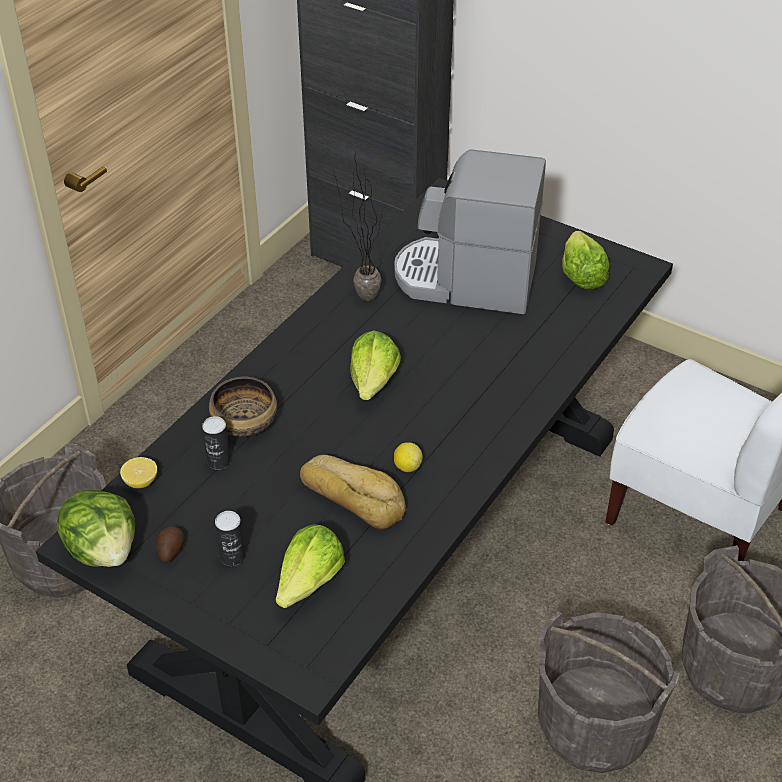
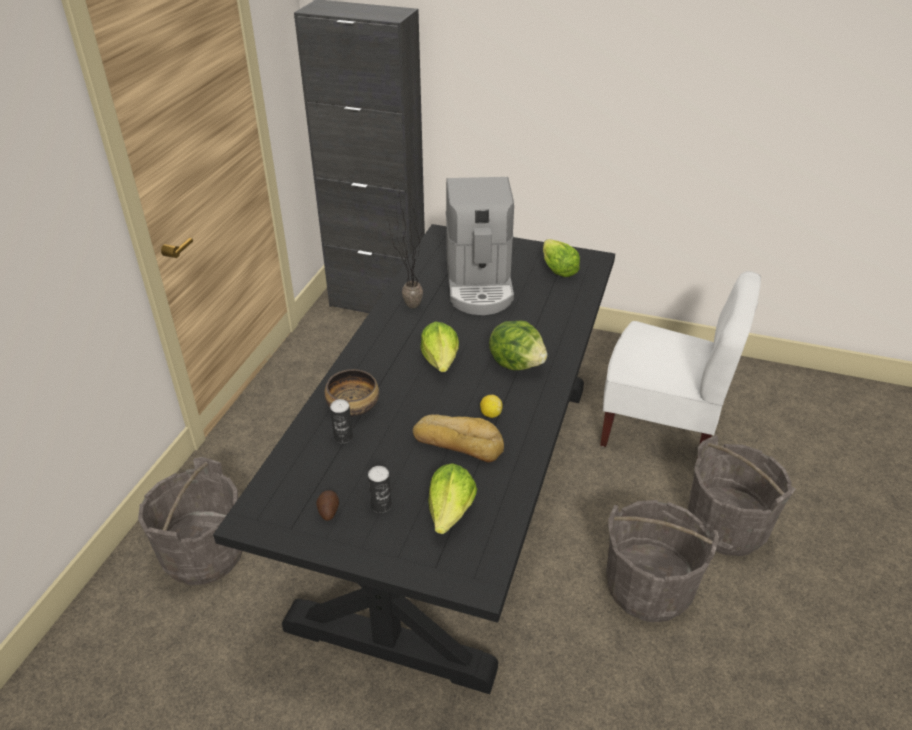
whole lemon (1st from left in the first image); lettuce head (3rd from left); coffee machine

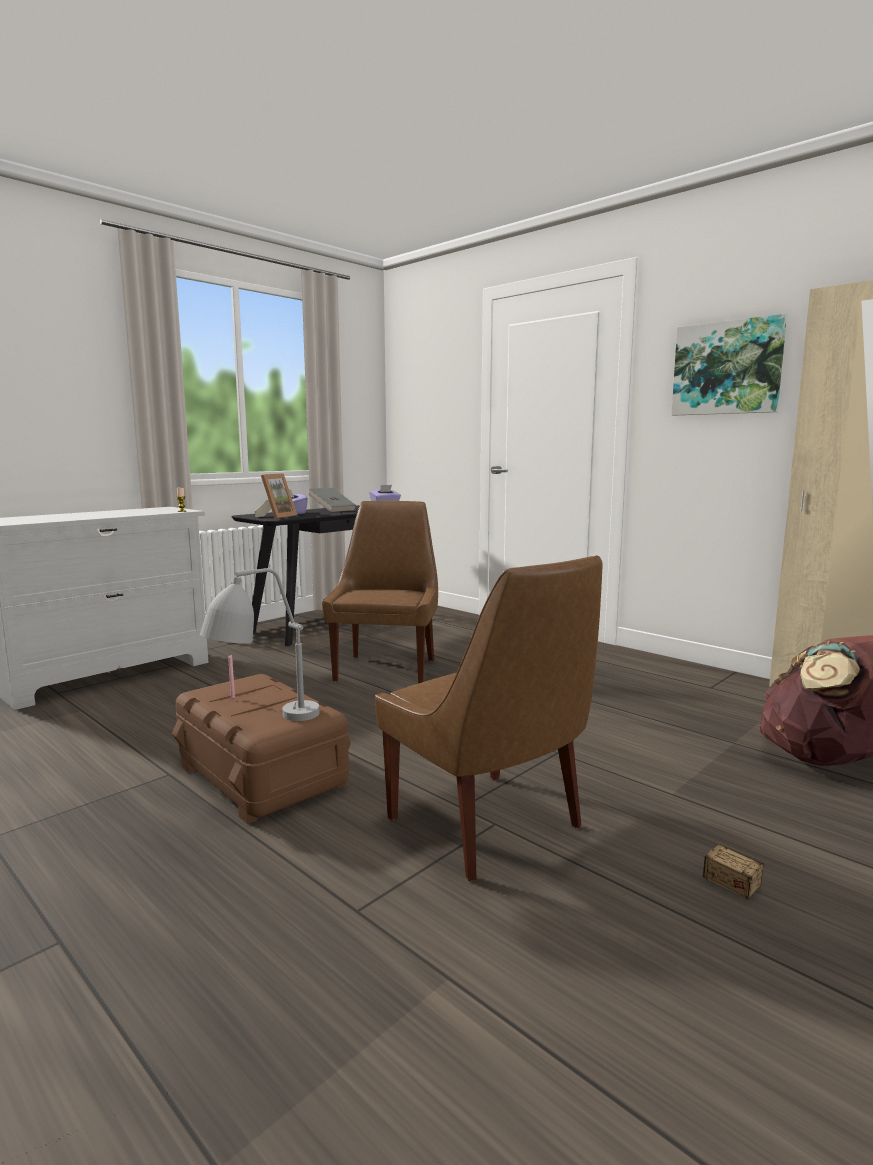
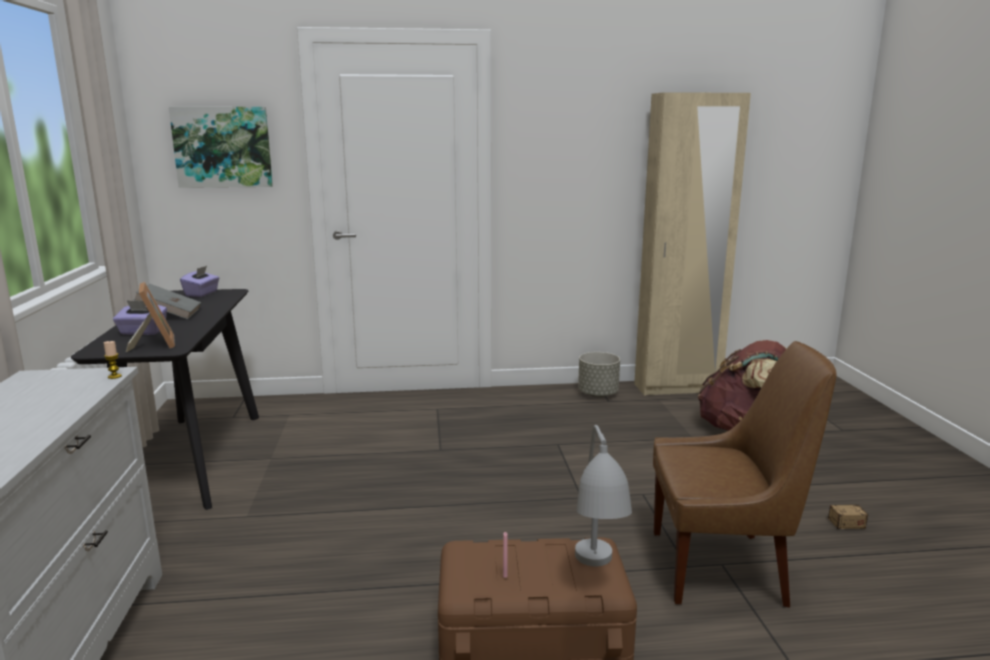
brown upright chair (1st from left in the first image); gray planter; picture

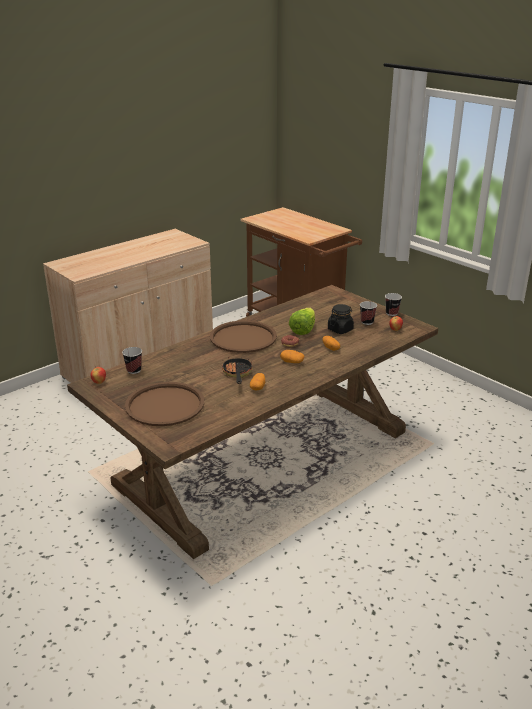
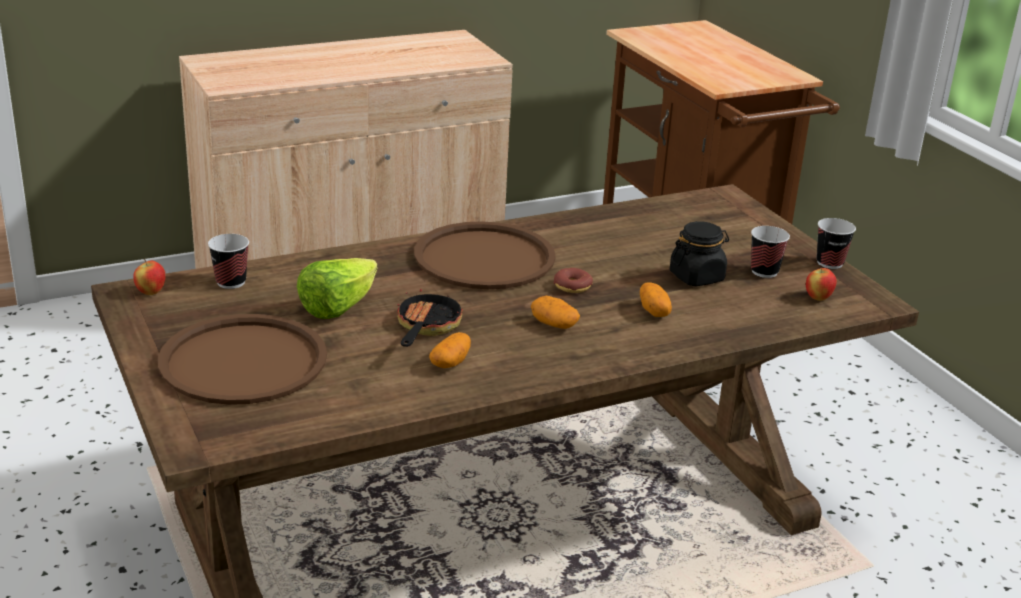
lettuce head

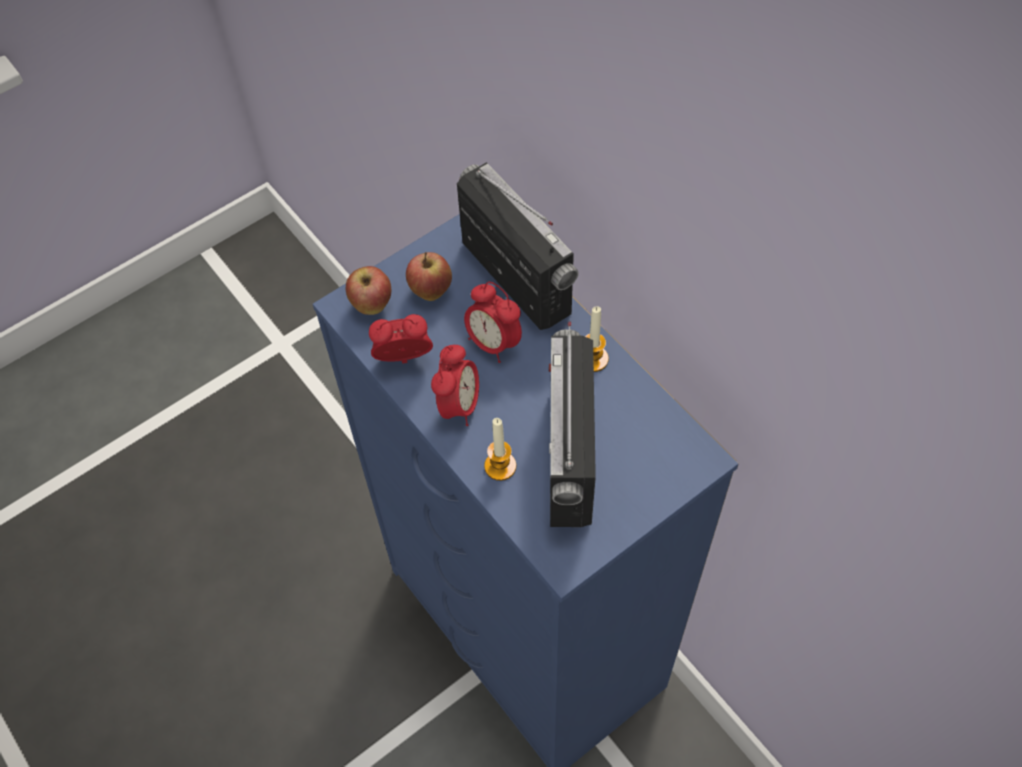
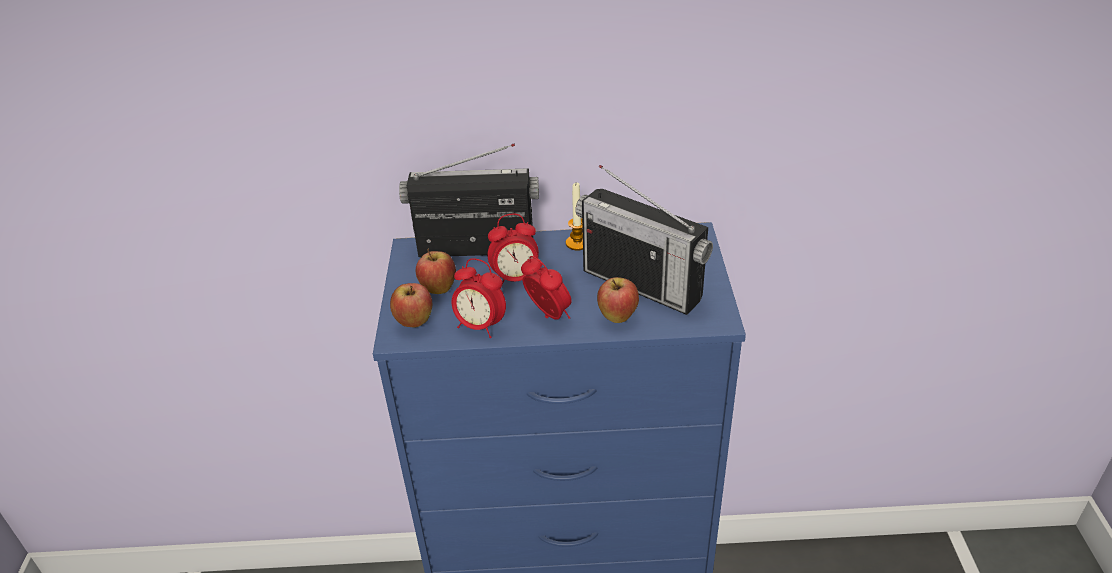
whole apple (3rd from left); bedside clock (1st from left)

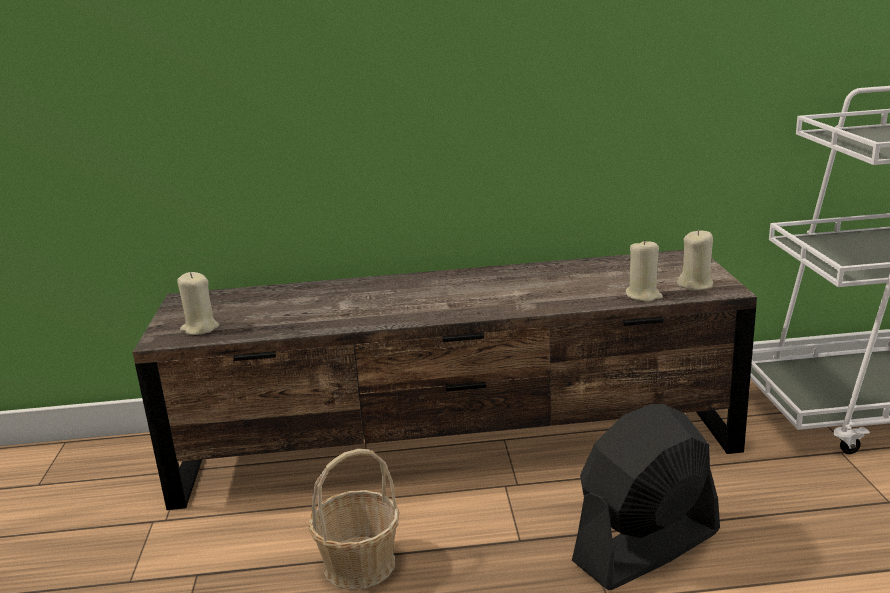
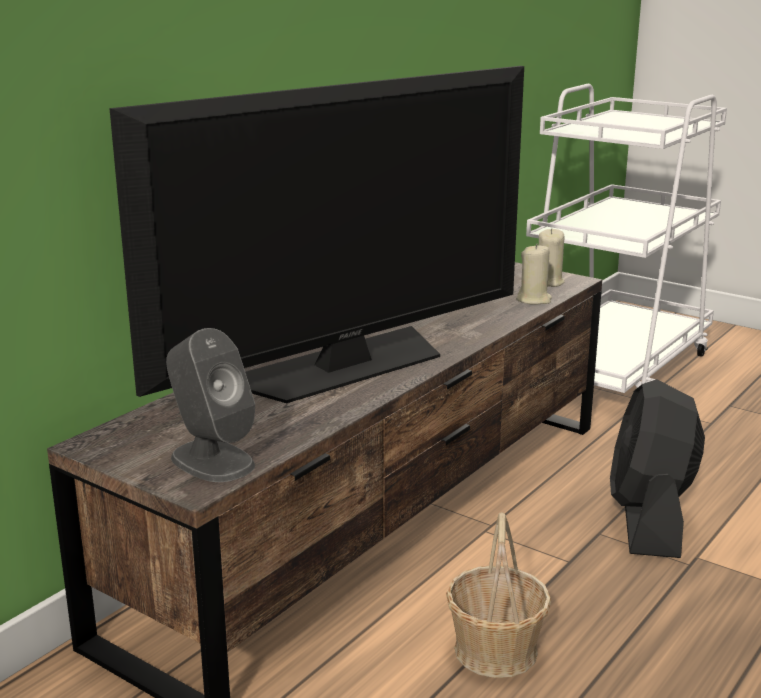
TV set; gray loudspeaker

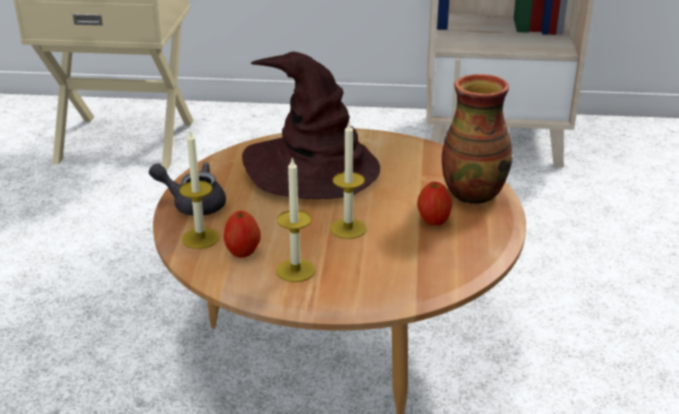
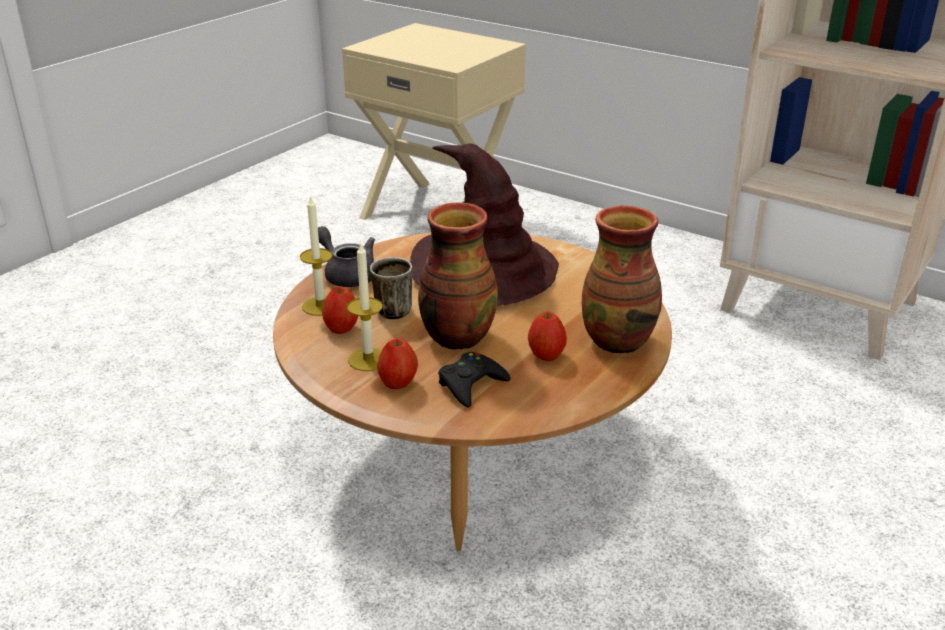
mug; whole apple (2nd from left); black gamepad; decorative vase (1st from left)

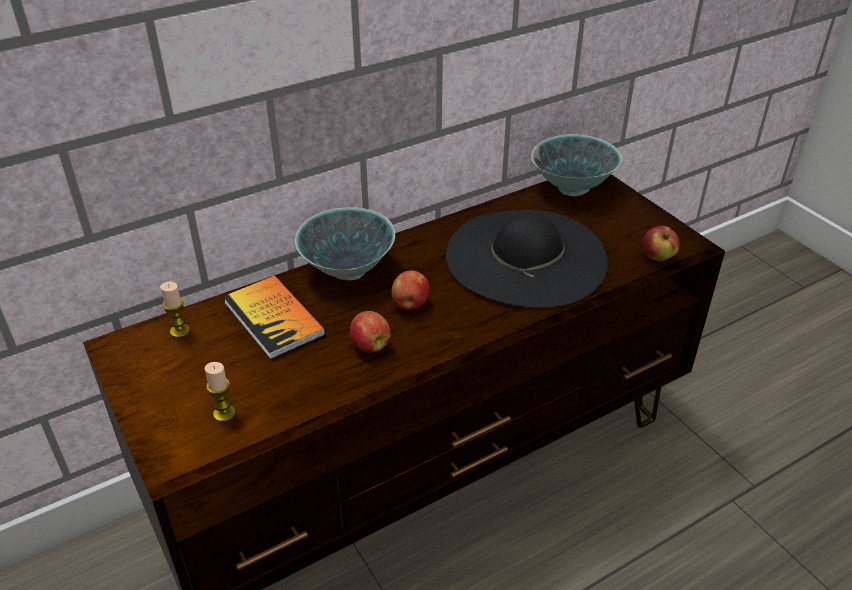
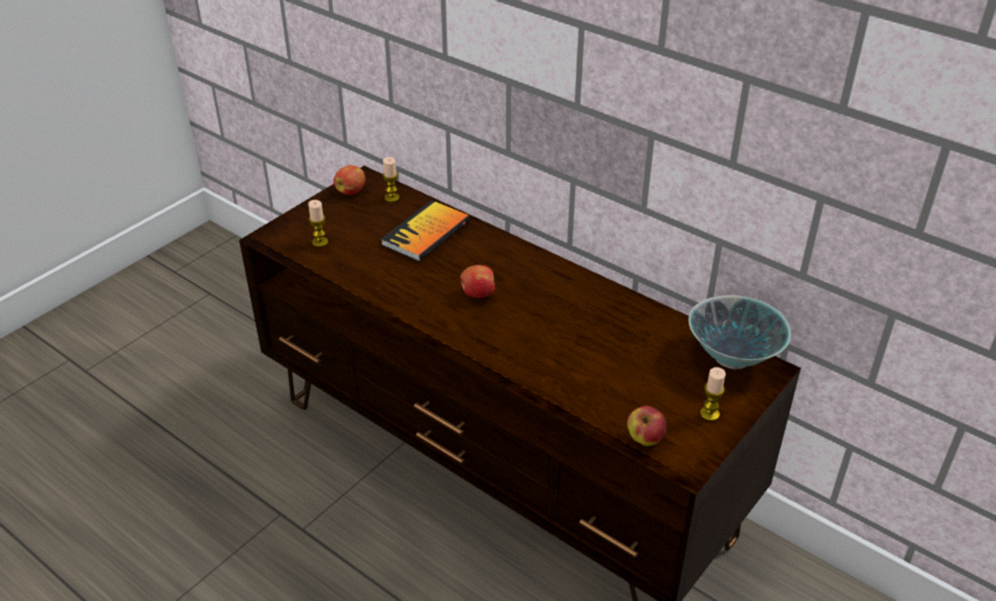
bowl (1st from left in the first image); black hat; wax candle (3rd from left); whole apple (1st from left)

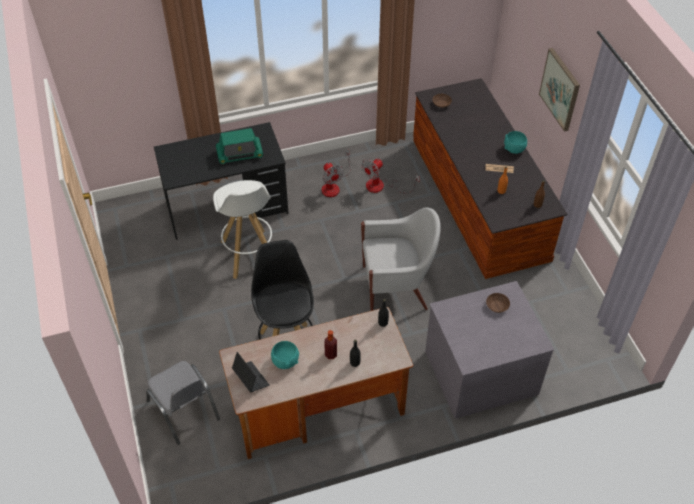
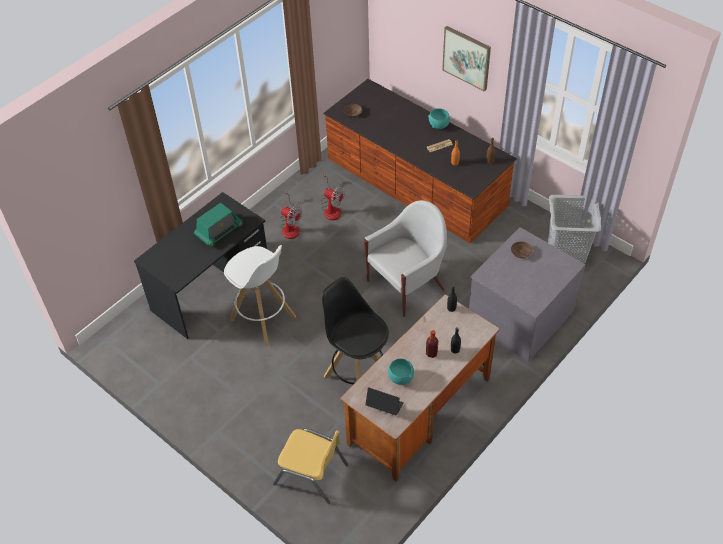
gray laundry basket; yellow upright chair; electric fan (2nd from left)

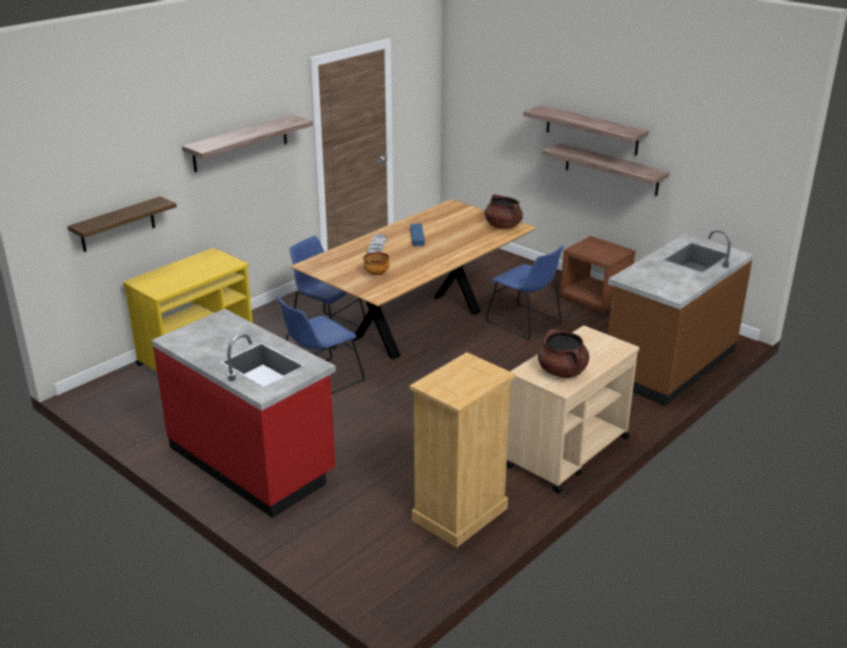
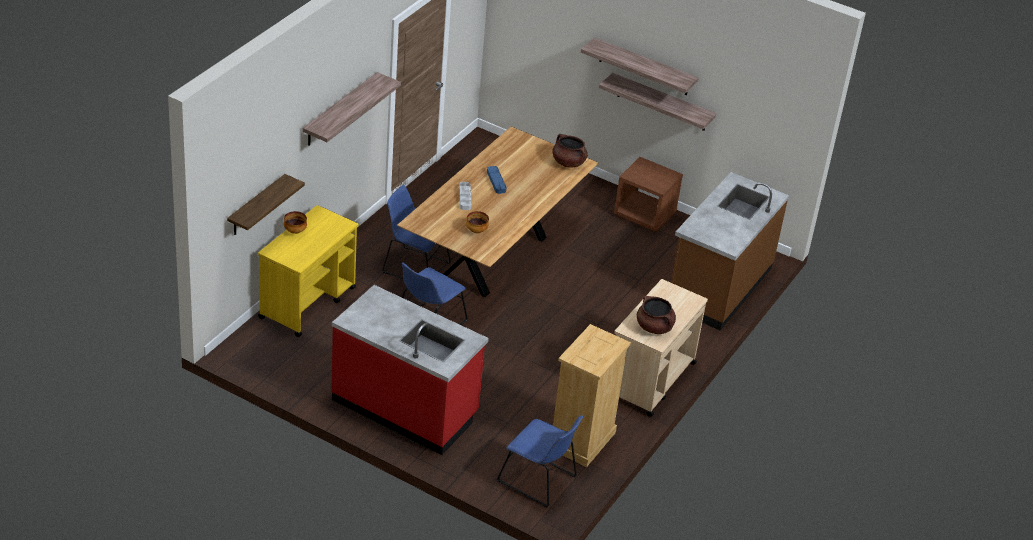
bowl (1st from left); blue-coloured upright chair (3rd from left)

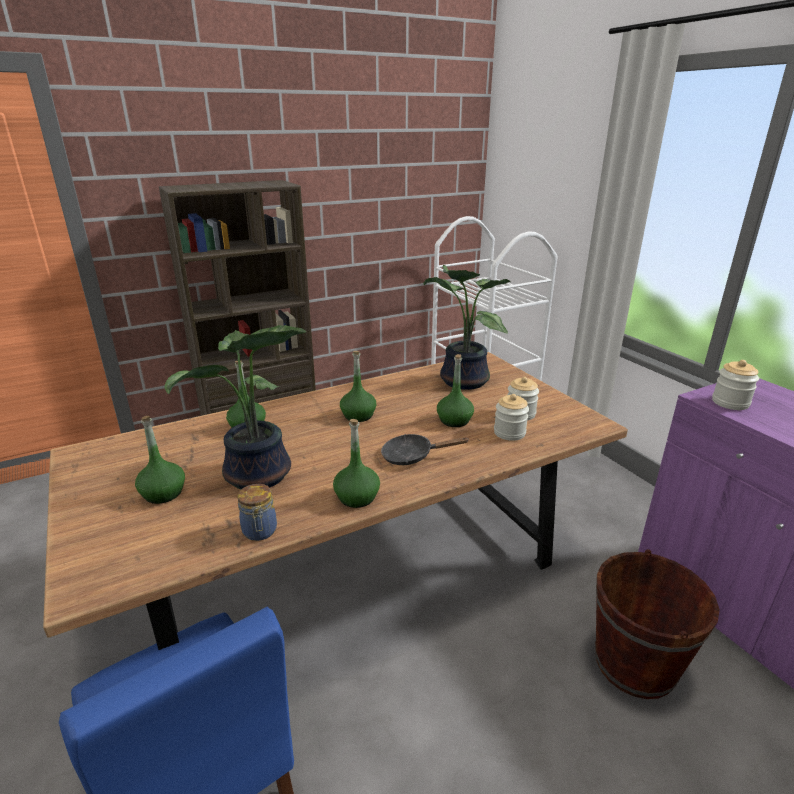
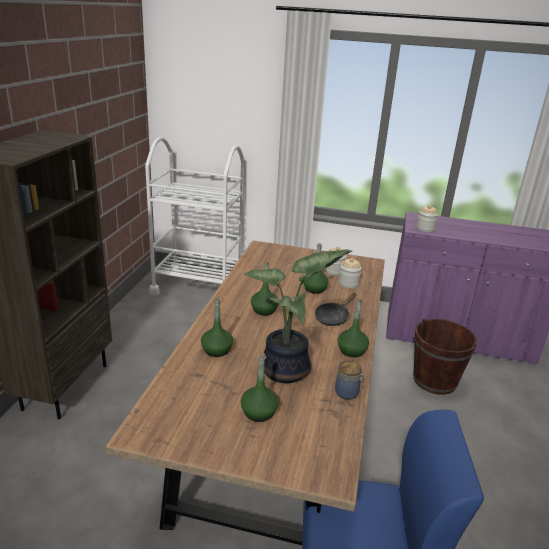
plant in a pot (2nd from left in the first image)

